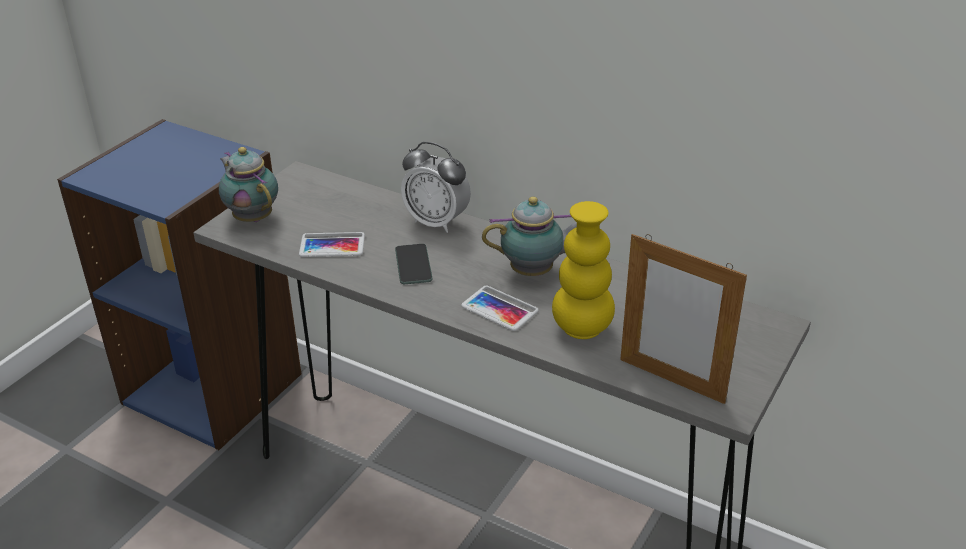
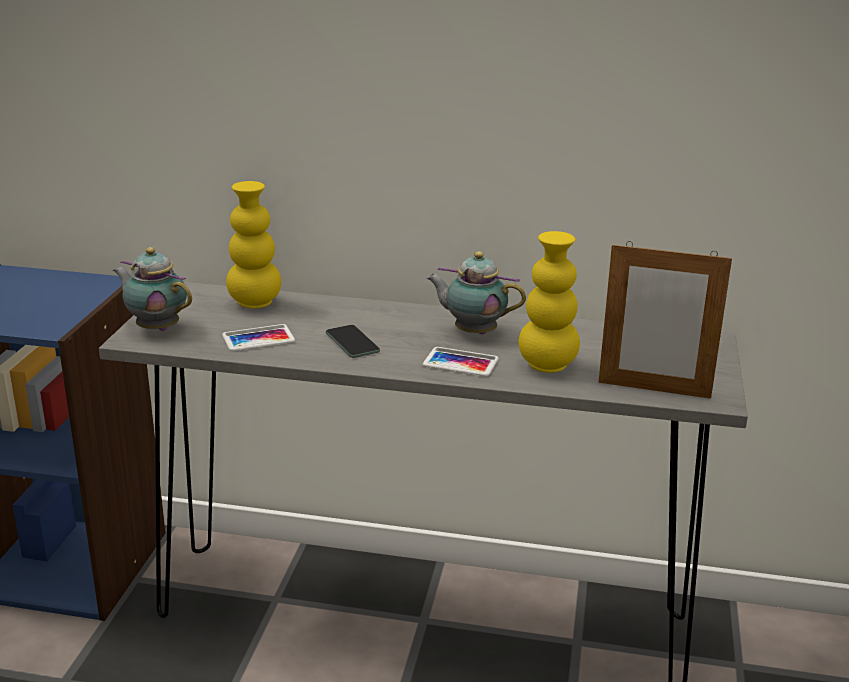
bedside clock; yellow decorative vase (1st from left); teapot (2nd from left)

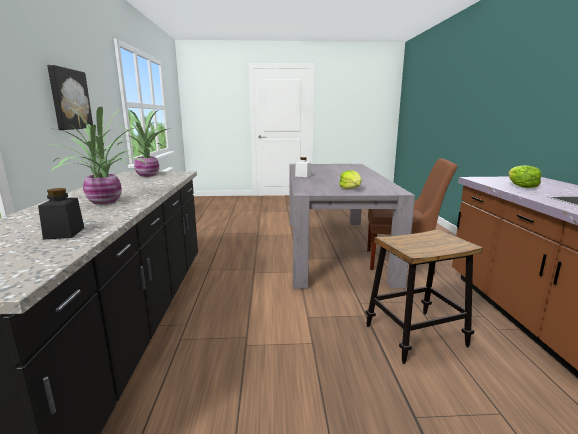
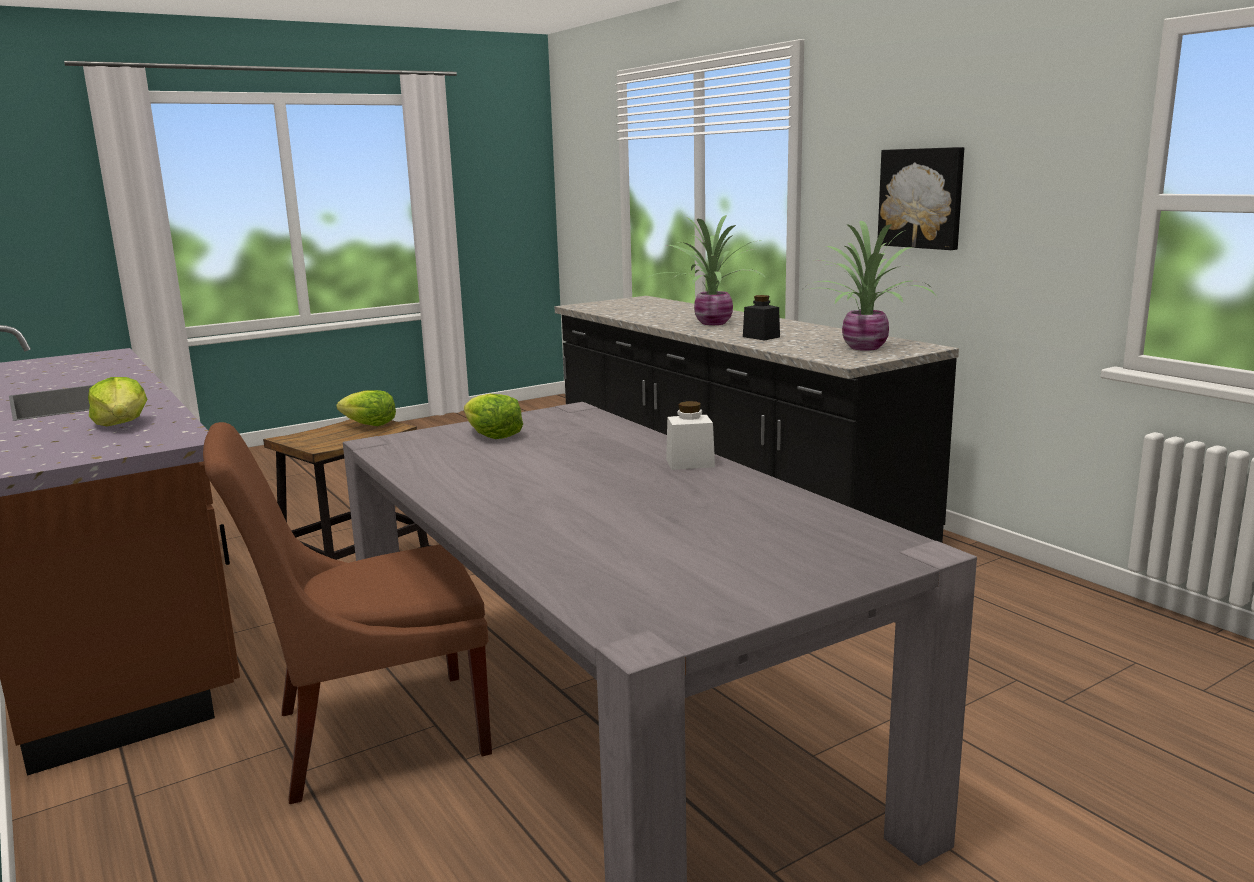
lettuce head (2nd from left); black preserve jar

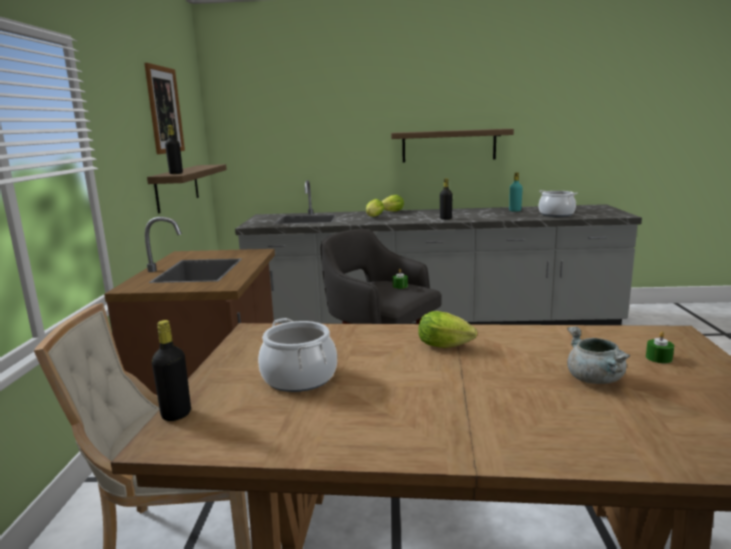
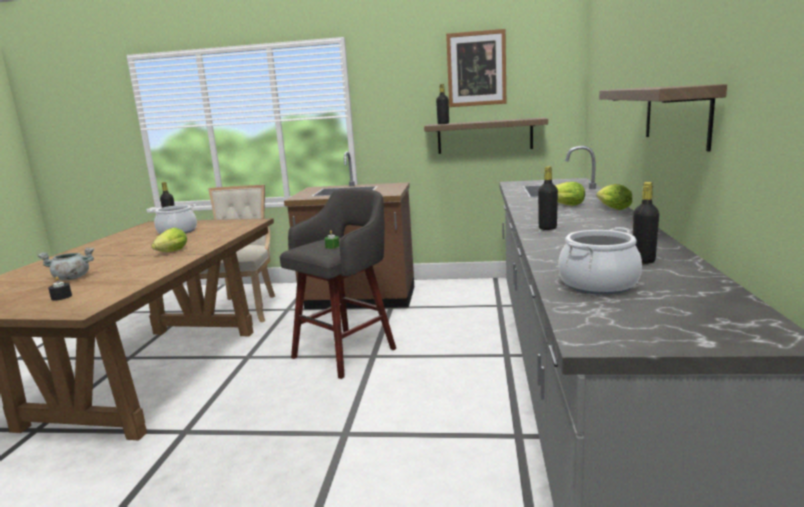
black bottle (4th from left); black wax candle

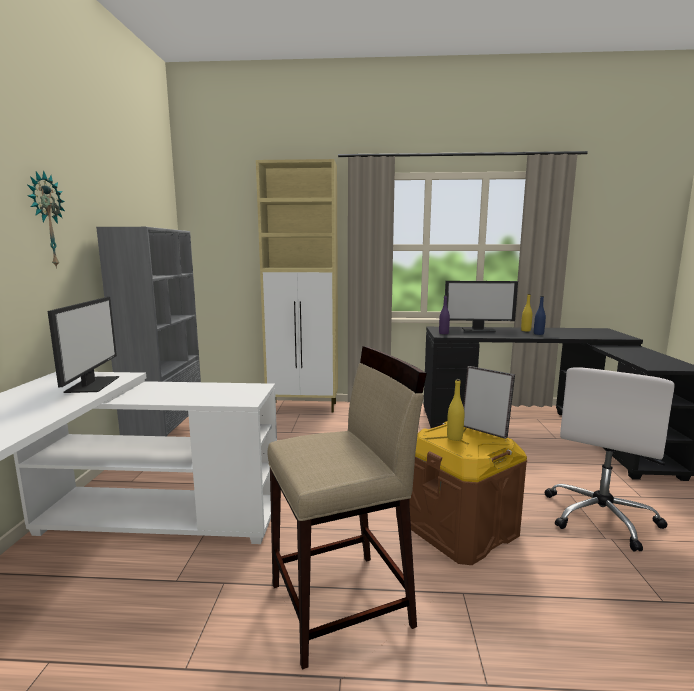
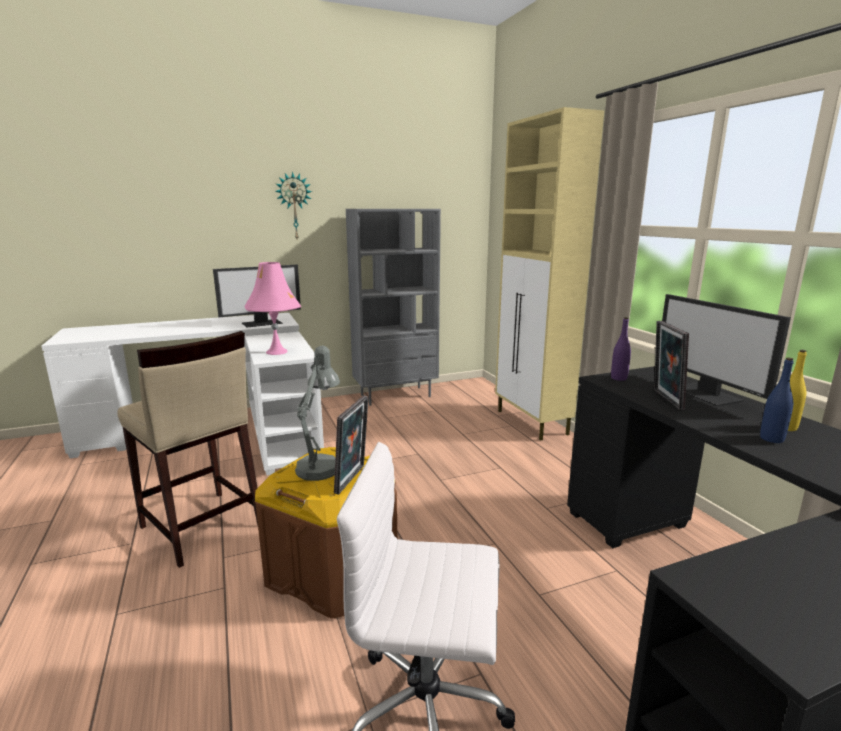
pink-coloured tabletop lamp; standing frame (2nd from left); gray tabletop lamp

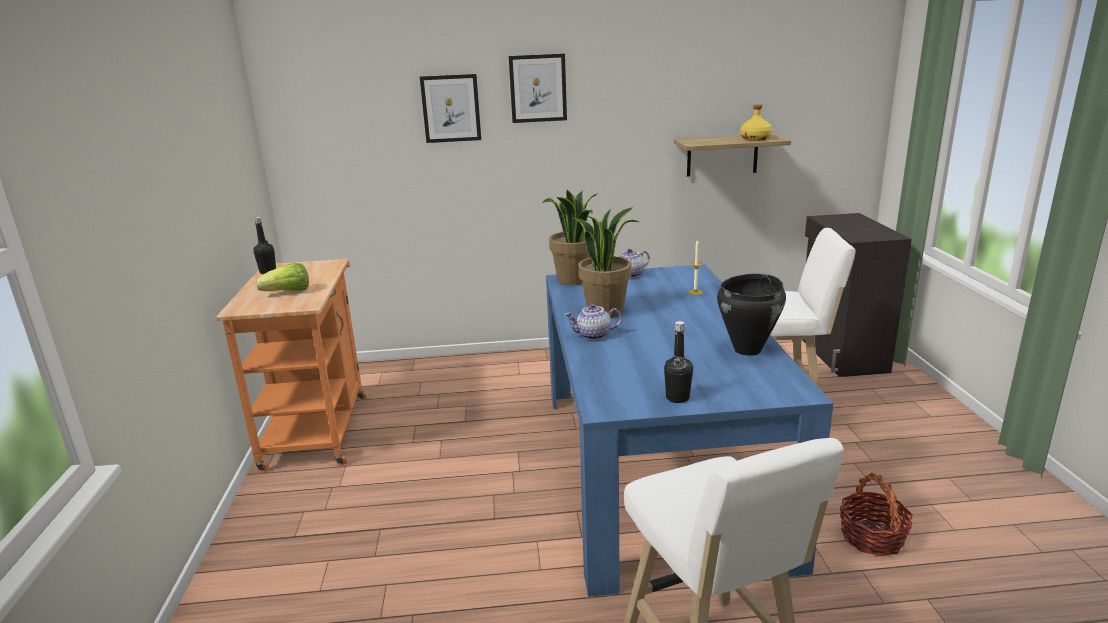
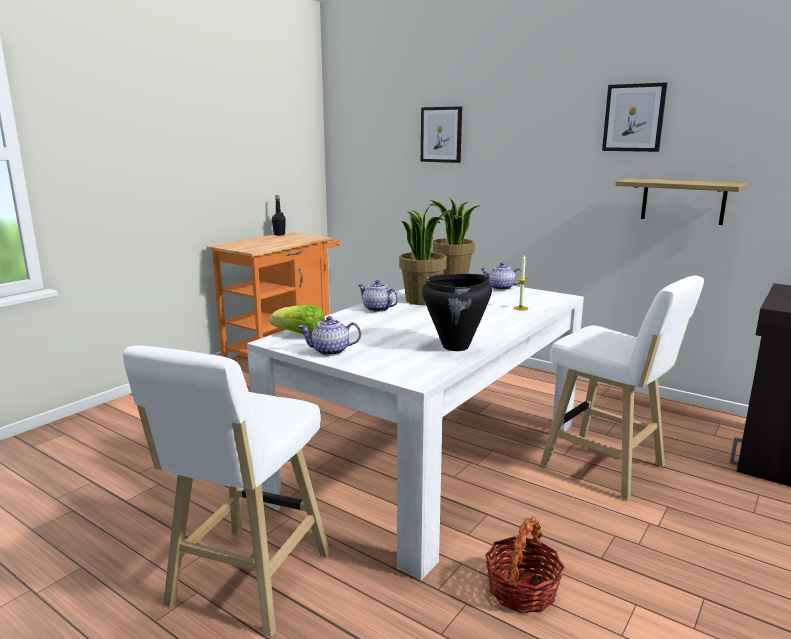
yellow bottle; lettuce head; picture (2nd from left); teapot (1st from left); whitish dining table

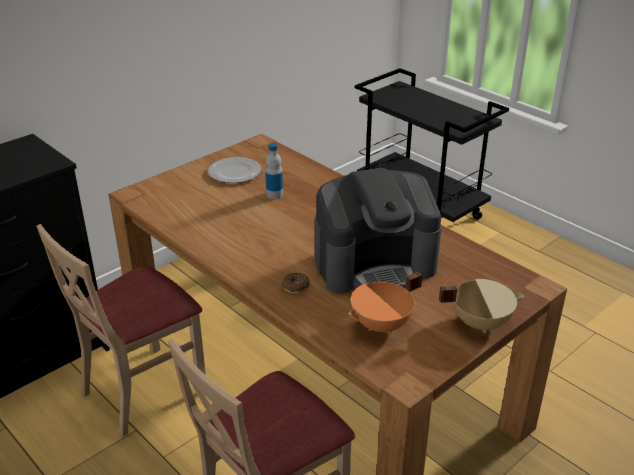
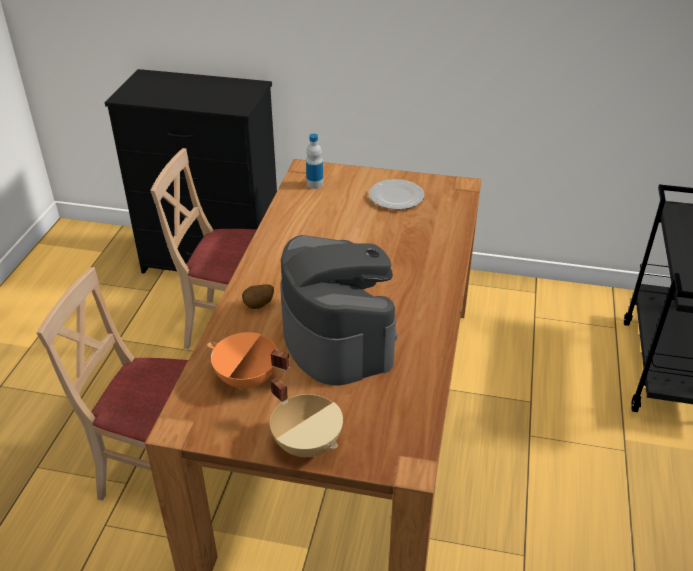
bottle; whole potato; coffee machine

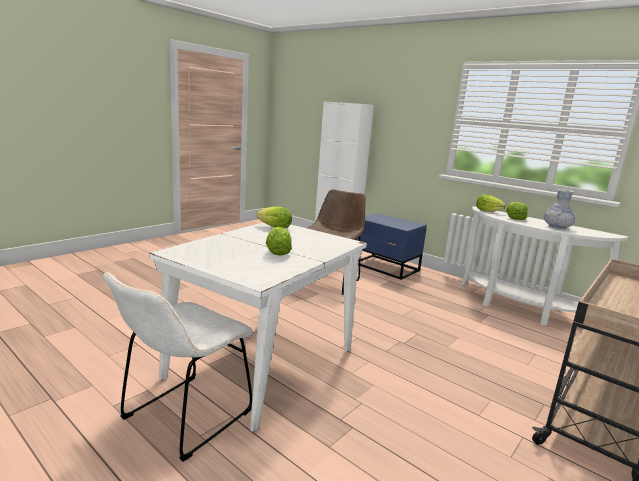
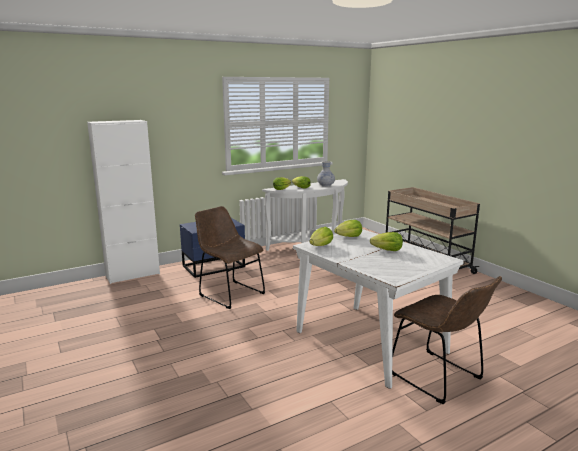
lettuce head (4th from left); brown upright chair (2nd from left)

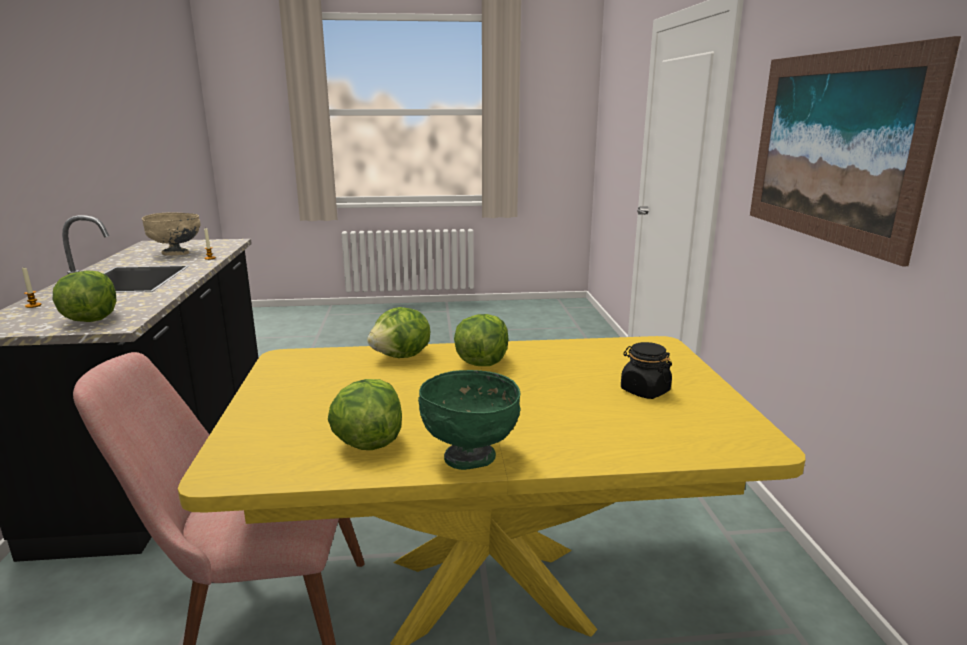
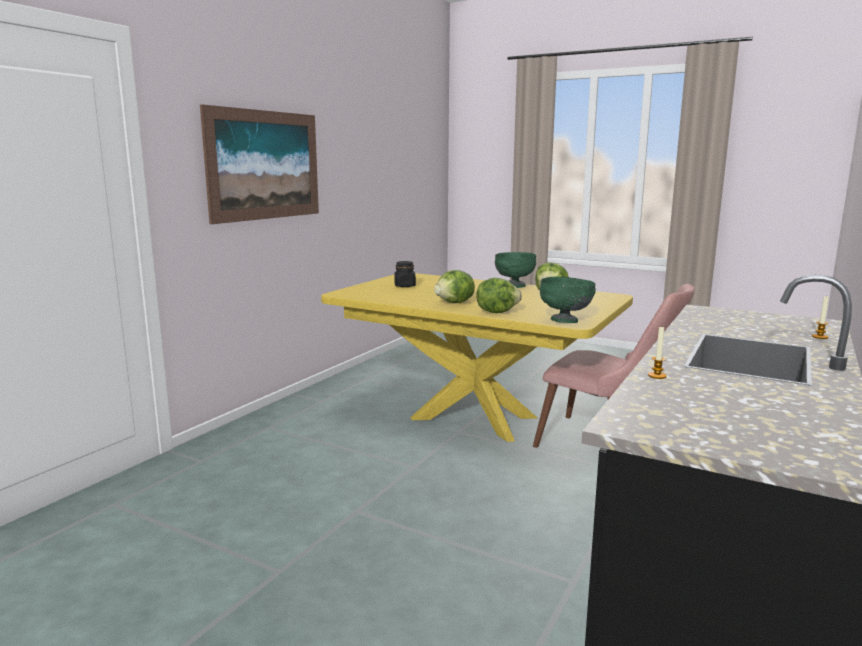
lettuce head (1st from left in the first image); beige bowl; green-coloured bowl (2nd from left)

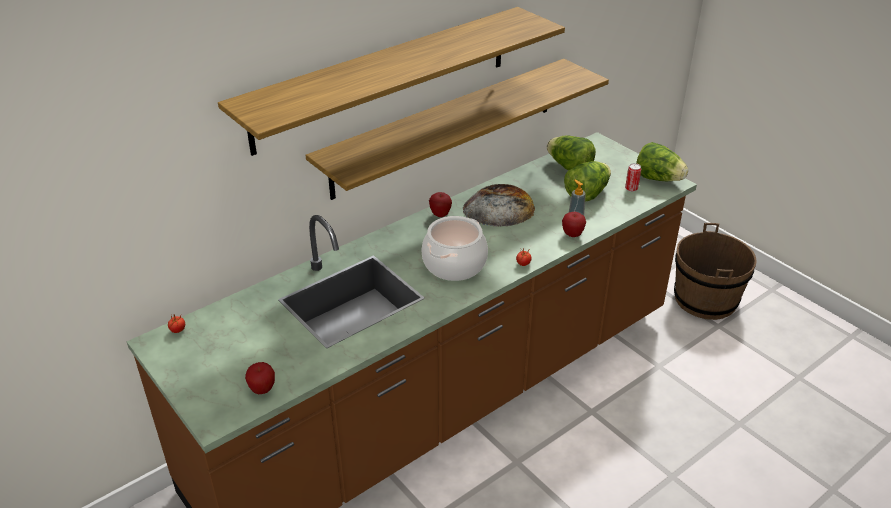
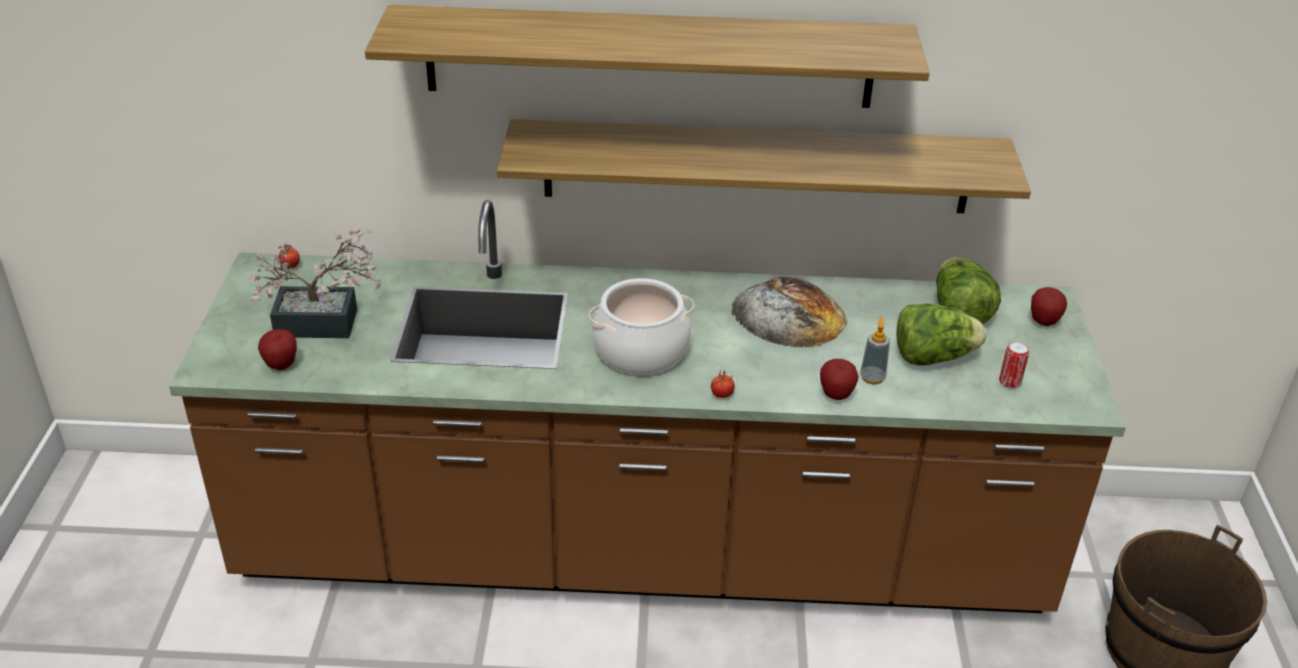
lettuce head (3rd from left in the first image); plant in a pot; whole apple (3rd from left)

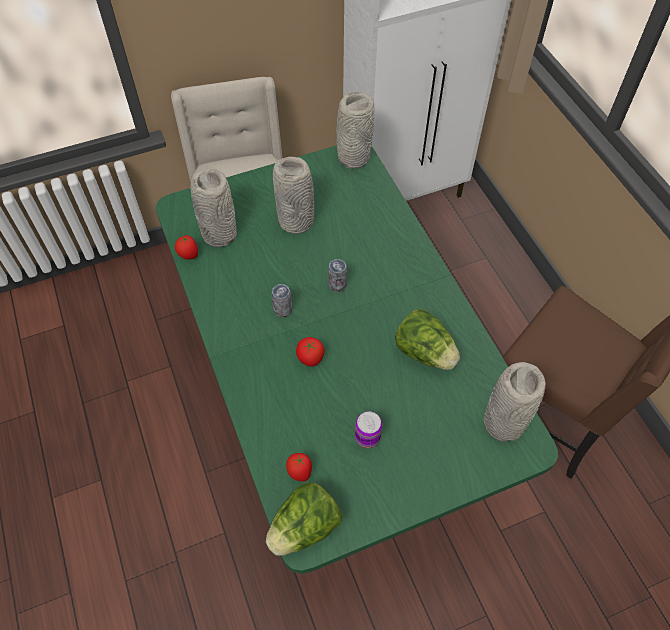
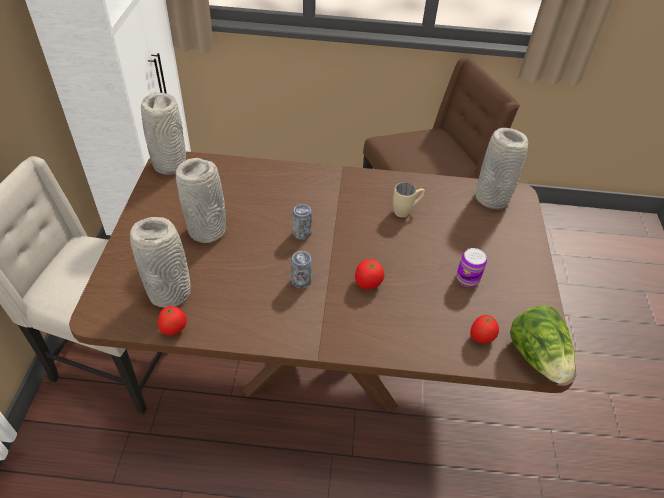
beige mug; brown dining table

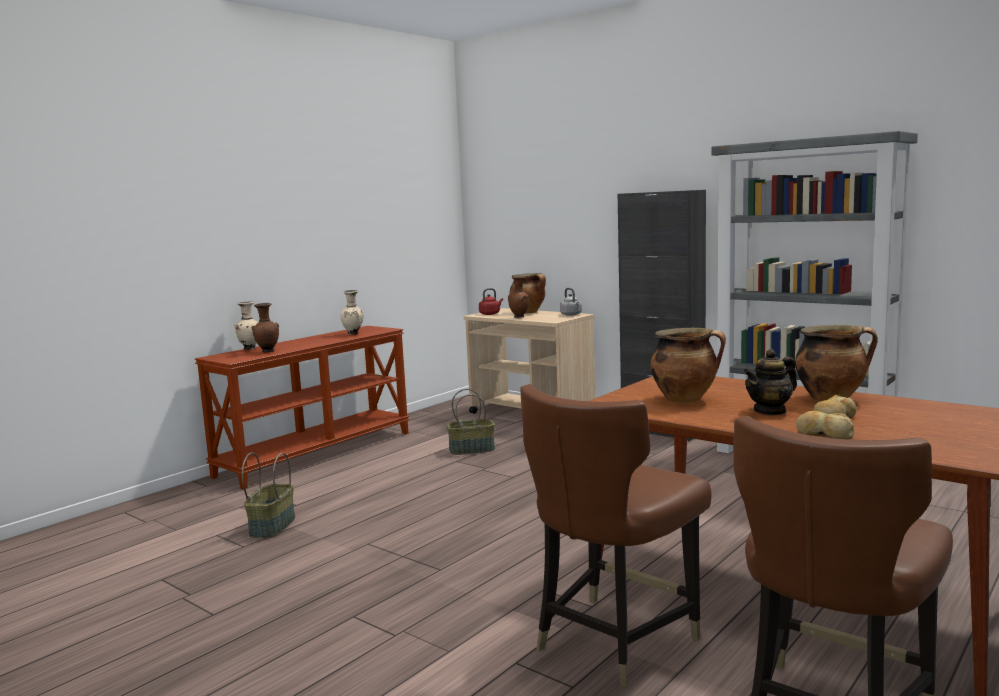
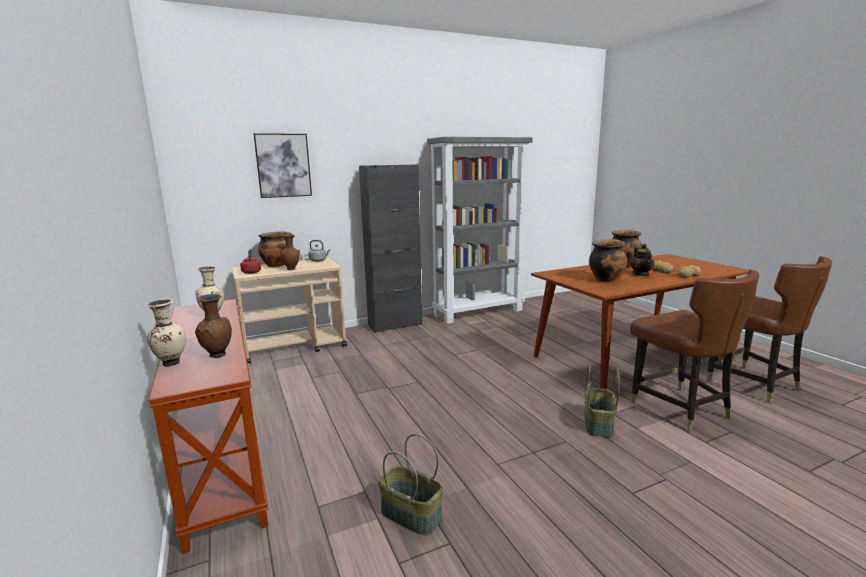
picture; storage basket (2nd from left)

